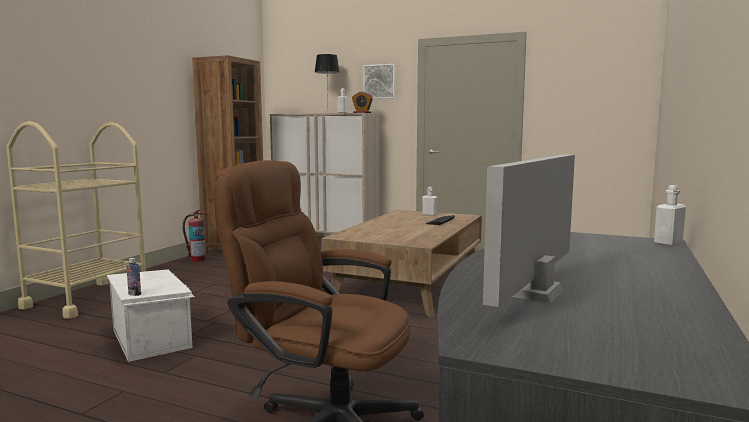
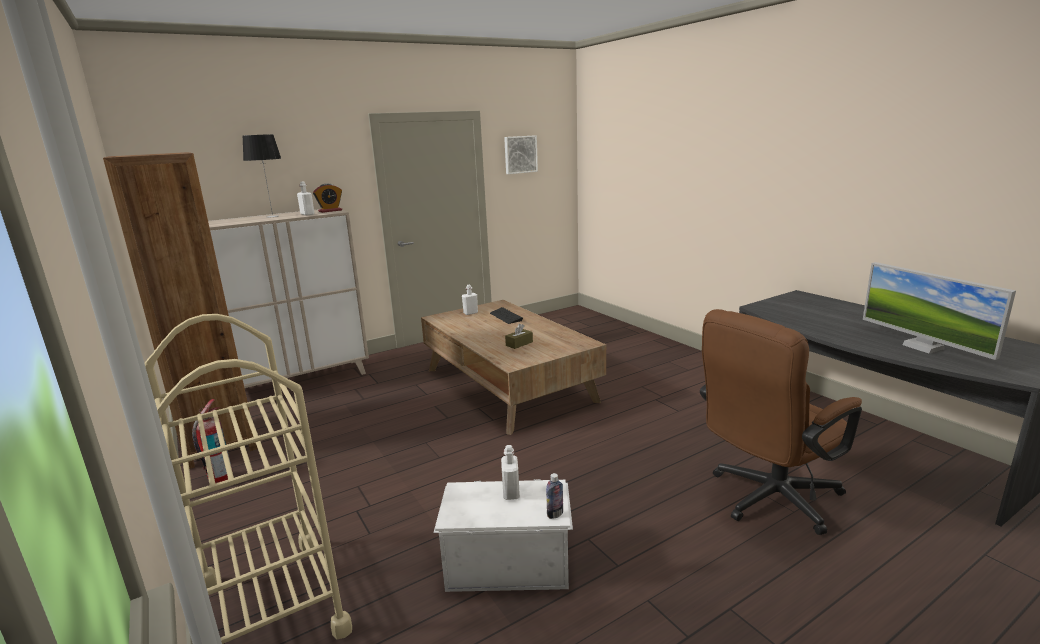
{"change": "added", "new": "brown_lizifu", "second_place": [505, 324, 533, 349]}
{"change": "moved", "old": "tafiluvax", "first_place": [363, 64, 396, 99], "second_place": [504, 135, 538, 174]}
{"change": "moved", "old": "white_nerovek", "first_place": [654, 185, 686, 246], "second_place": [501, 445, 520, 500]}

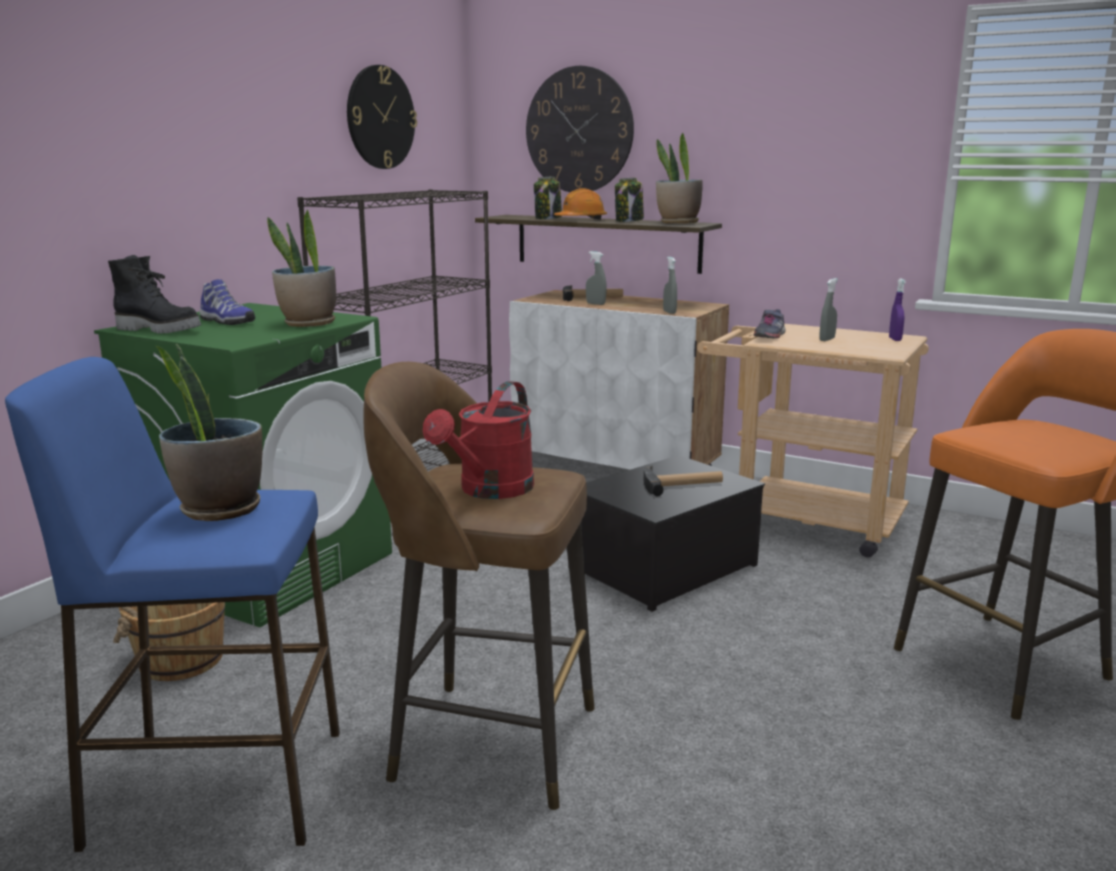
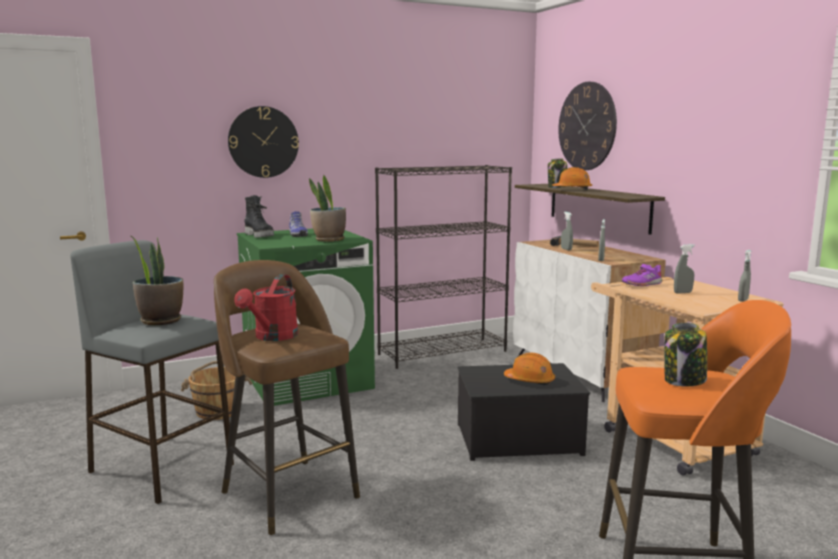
{"change": "removed", "old": "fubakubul", "first_place": [656, 132, 703, 224]}
{"change": "moved", "old": "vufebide", "first_place": [347, 65, 417, 169], "second_place": [228, 106, 299, 178]}
{"change": "moved", "old": "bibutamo", "first_place": [615, 178, 644, 222], "second_place": [664, 323, 707, 387]}
{"change": "replaced", "old": "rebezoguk", "new": "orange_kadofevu", "first_place": [644, 465, 723, 496], "second_place": [504, 353, 555, 386]}
{"change": "recoloured", "old": "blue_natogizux", "new": "grey_natogizux", "first_place": [5, 357, 340, 852], "second_place": [70, 240, 234, 504]}
{"change": "recoloured", "old": "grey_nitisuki", "new": "purple_nitisuki", "first_place": [753, 309, 786, 338], "second_place": [622, 264, 662, 286]}
{"change": "recoloured", "old": "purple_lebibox", "new": "grey_lebibox", "first_place": [889, 279, 906, 341], "second_place": [738, 250, 751, 302]}
{"change": "turned", "old": "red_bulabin", "first_place": [423, 381, 534, 499], "second_place": [234, 274, 298, 341], "degrees": -45}

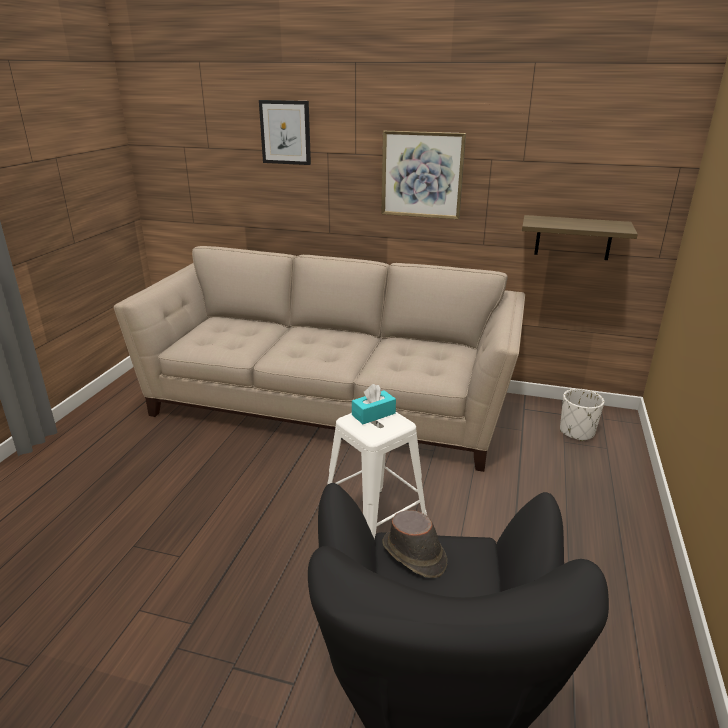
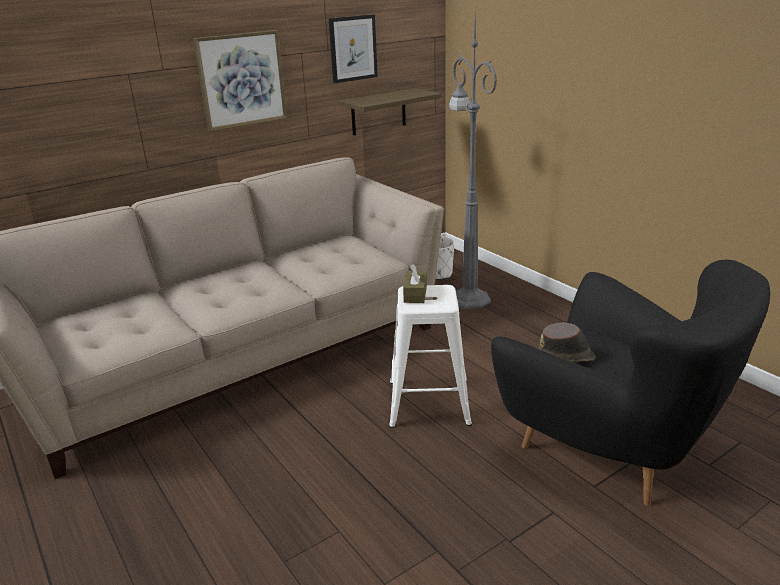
{"change": "added", "new": "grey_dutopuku", "second_place": [449, 16, 497, 309]}
{"change": "moved", "old": "tafiluvax", "first_place": [259, 100, 311, 165], "second_place": [329, 14, 378, 83]}
{"change": "recoloured", "old": "turquoise_lizifu", "new": "brown_lizifu", "first_place": [352, 384, 396, 424], "second_place": [403, 264, 427, 303]}

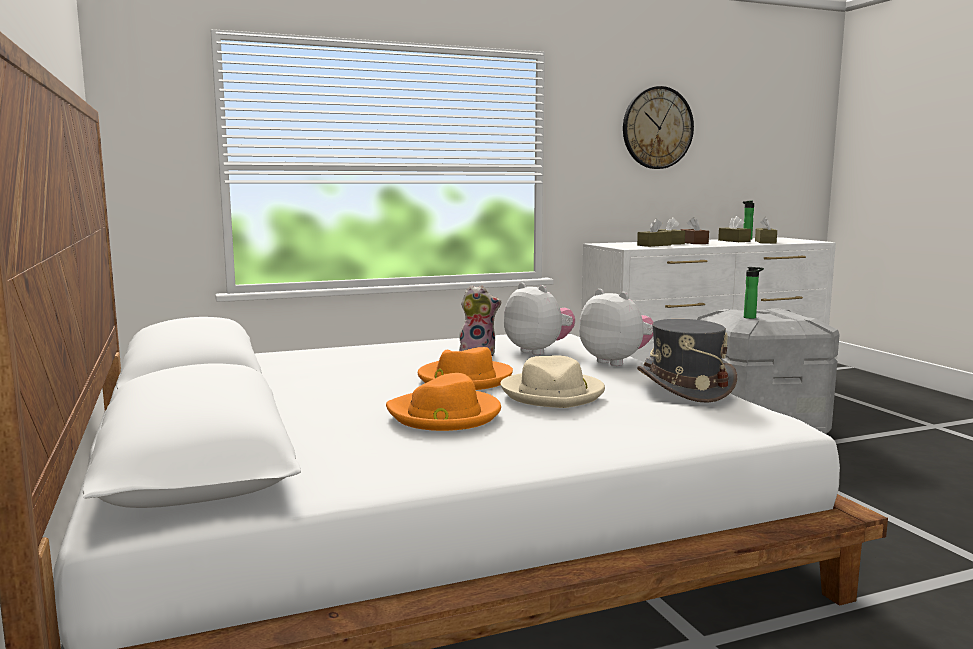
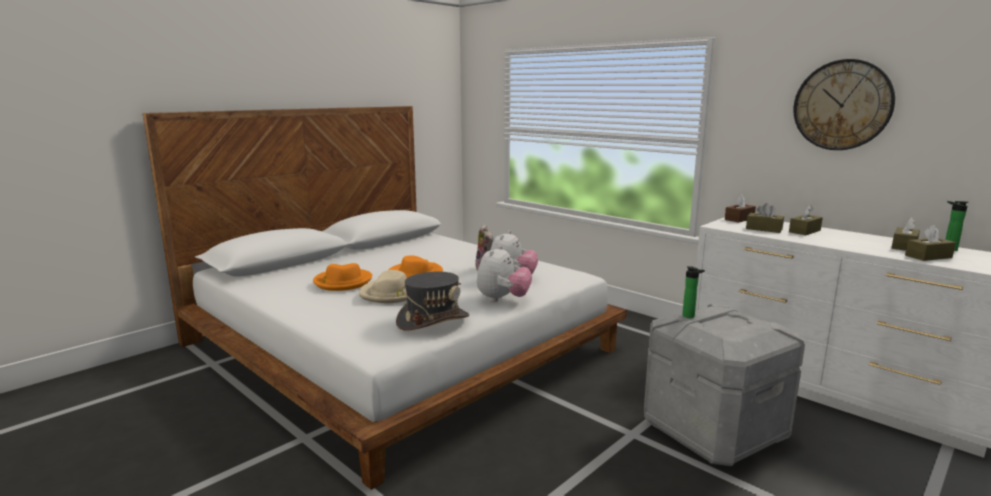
{"change": "moved", "old": "brown_lizifu", "first_place": [680, 217, 709, 244], "second_place": [725, 194, 756, 223]}

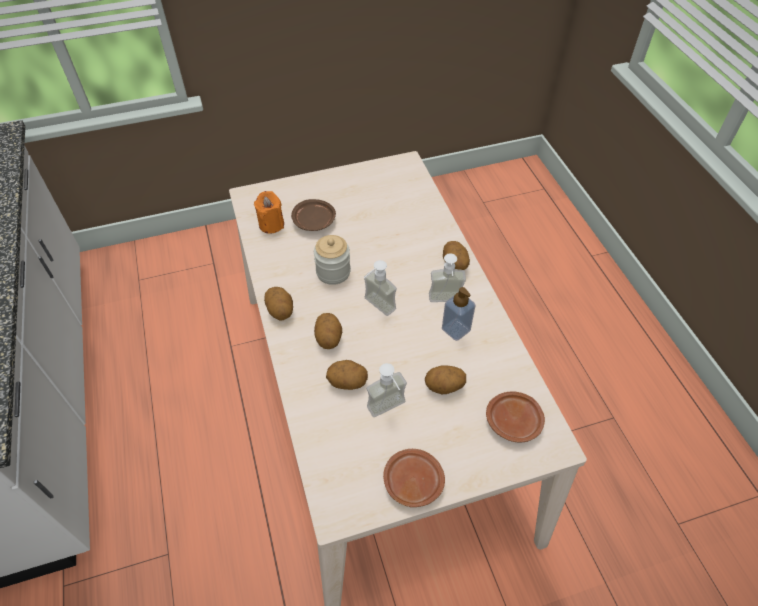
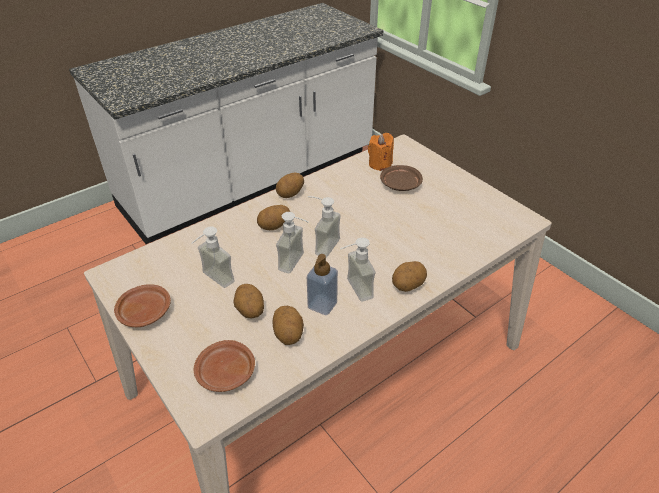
{"change": "removed", "old": "bibutamo", "first_place": [314, 235, 351, 285]}
{"change": "added", "new": "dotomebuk", "second_place": [276, 212, 309, 273]}
{"change": "moved", "old": "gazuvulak", "first_place": [326, 360, 368, 390], "second_place": [273, 306, 304, 345]}

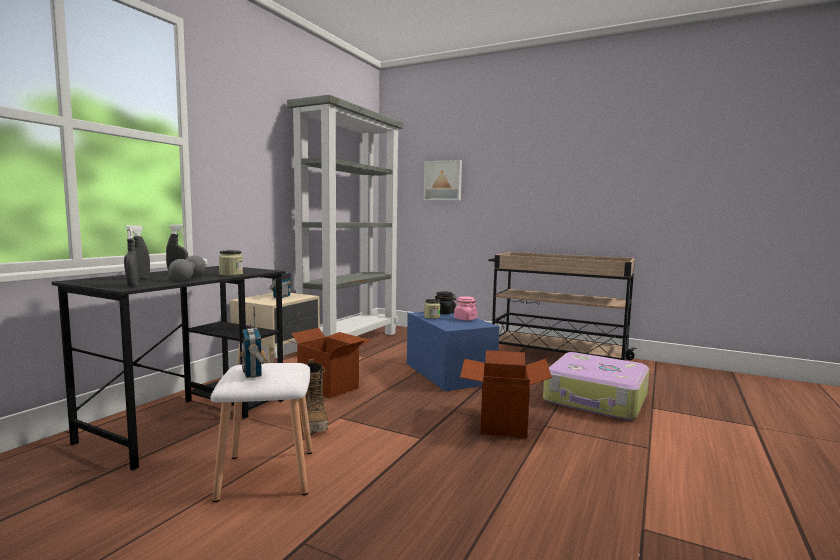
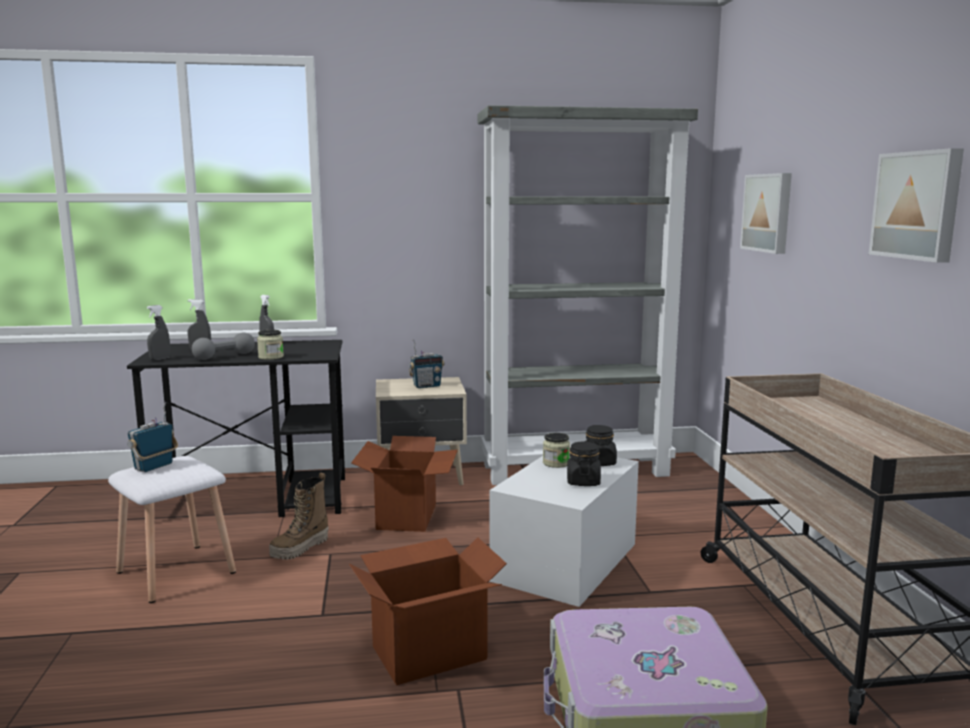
{"change": "added", "new": "tafiluvax", "second_place": [869, 148, 964, 263]}
{"change": "recoloured", "old": "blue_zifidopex", "new": "white_zifidopex", "first_place": [407, 312, 499, 391], "second_place": [489, 456, 639, 607]}
{"change": "recoloured", "old": "pink_bibutamo", "new": "black_bibutamo", "first_place": [454, 296, 477, 321], "second_place": [567, 442, 601, 486]}

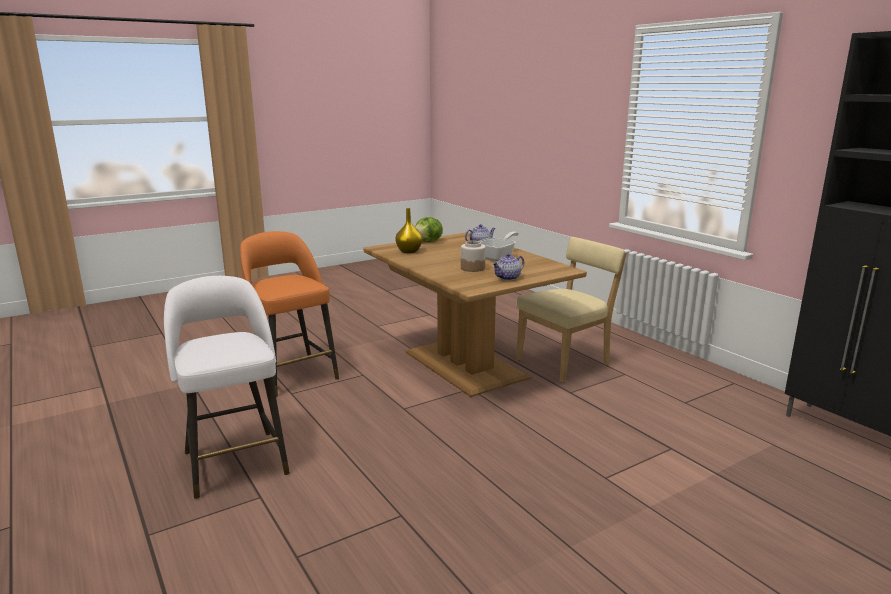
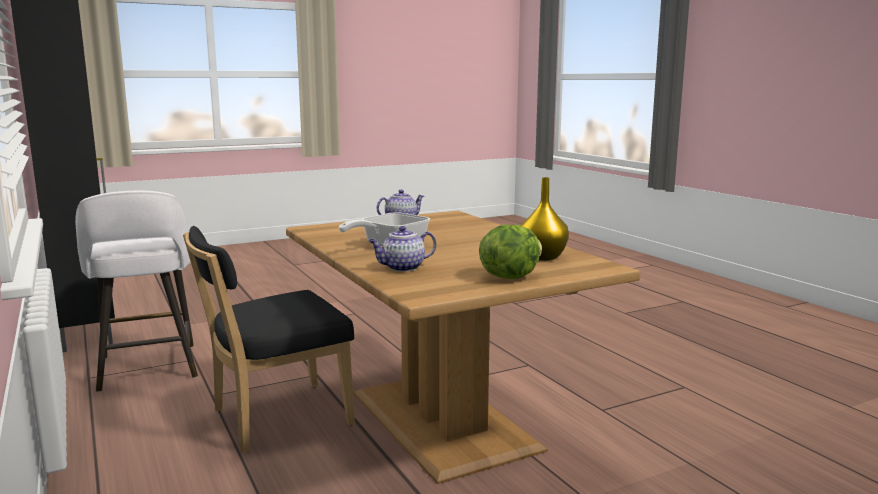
{"change": "removed", "old": "orange_natogizux", "first_place": [240, 231, 339, 397]}
{"change": "removed", "old": "bibutamo", "first_place": [461, 241, 486, 272]}
{"change": "moved", "old": "white_natogizux", "first_place": [164, 276, 290, 499], "second_place": [75, 191, 198, 392]}
{"change": "recoloured", "old": "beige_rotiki", "new": "black_rotiki", "first_place": [516, 237, 627, 383], "second_place": [183, 226, 355, 453]}

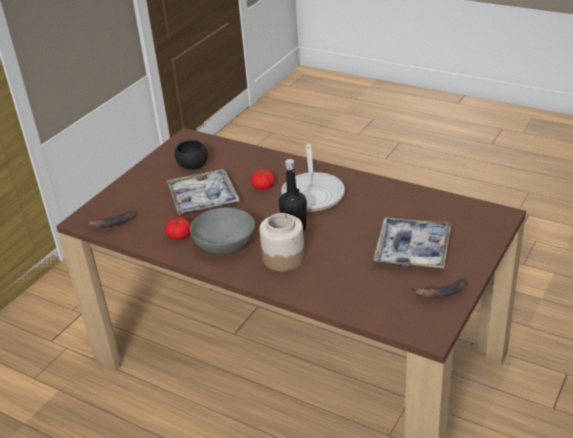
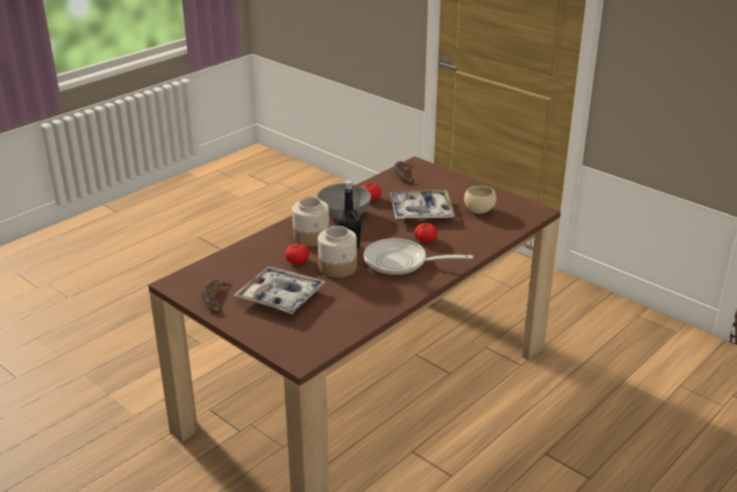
{"change": "added", "new": "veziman", "second_place": [285, 244, 309, 264]}
{"change": "added", "new": "bibutamo", "second_place": [318, 226, 357, 278]}
{"change": "recoloured", "old": "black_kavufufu", "new": "beige_kavufufu", "first_place": [175, 140, 208, 170], "second_place": [464, 186, 496, 214]}

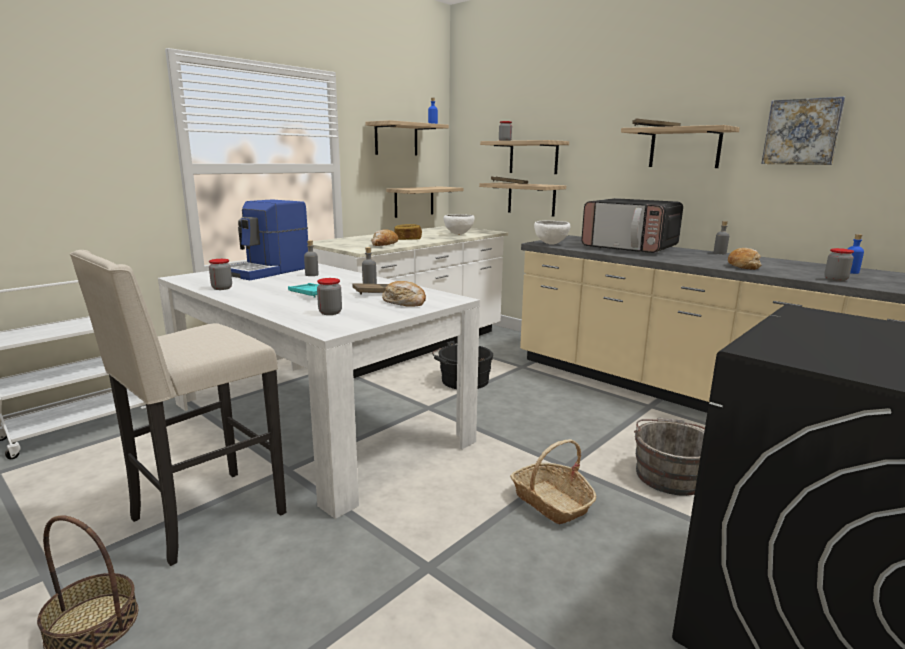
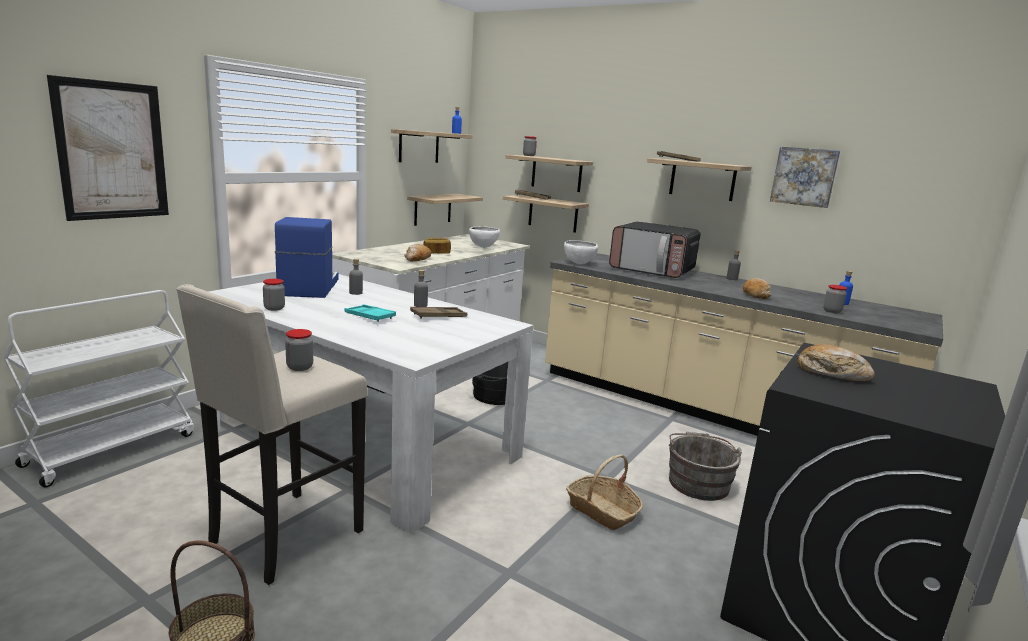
{"change": "added", "new": "tafiluvax", "second_place": [47, 75, 169, 221]}
{"change": "moved", "old": "bibutamo", "first_place": [317, 278, 342, 315], "second_place": [285, 329, 313, 371]}
{"change": "moved", "old": "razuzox", "first_place": [382, 281, 426, 307], "second_place": [798, 344, 875, 381]}
{"change": "turned", "old": "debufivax", "first_place": [230, 199, 308, 280], "second_place": [275, 217, 338, 298], "degrees": 150}

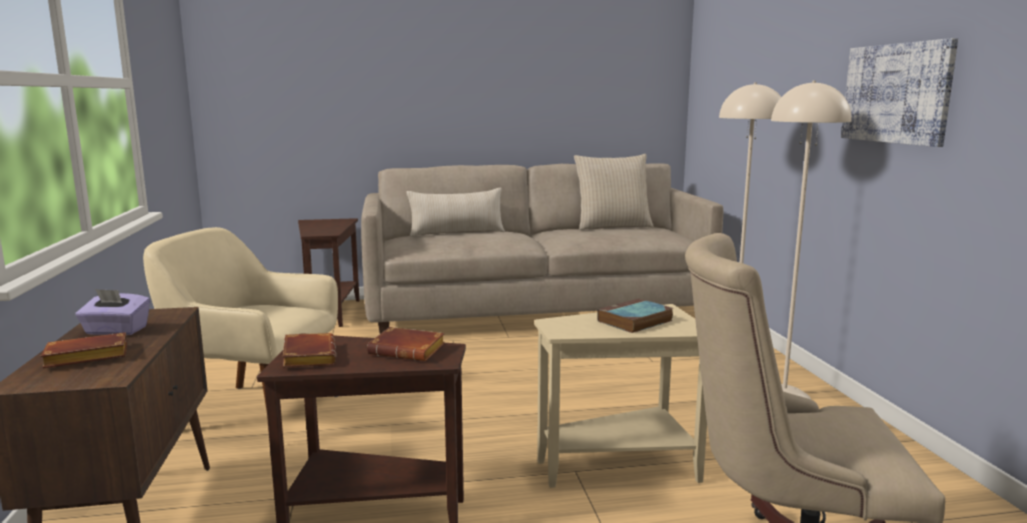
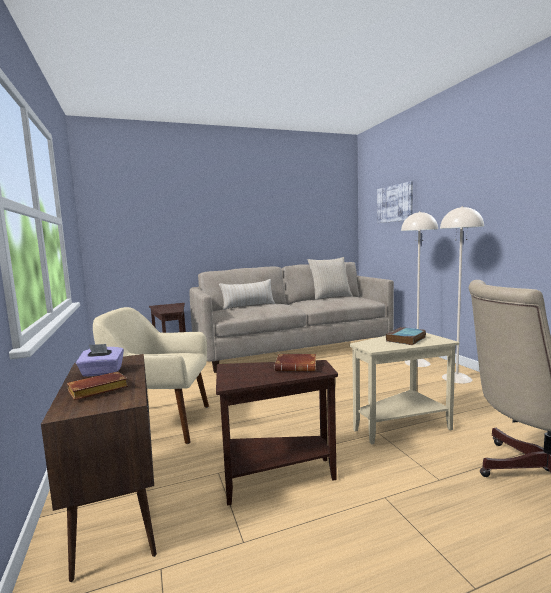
{"change": "removed", "old": "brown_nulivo", "first_place": [283, 333, 336, 368]}
{"change": "moved", "old": "tafiluvax", "first_place": [841, 38, 958, 147], "second_place": [377, 181, 413, 223]}

